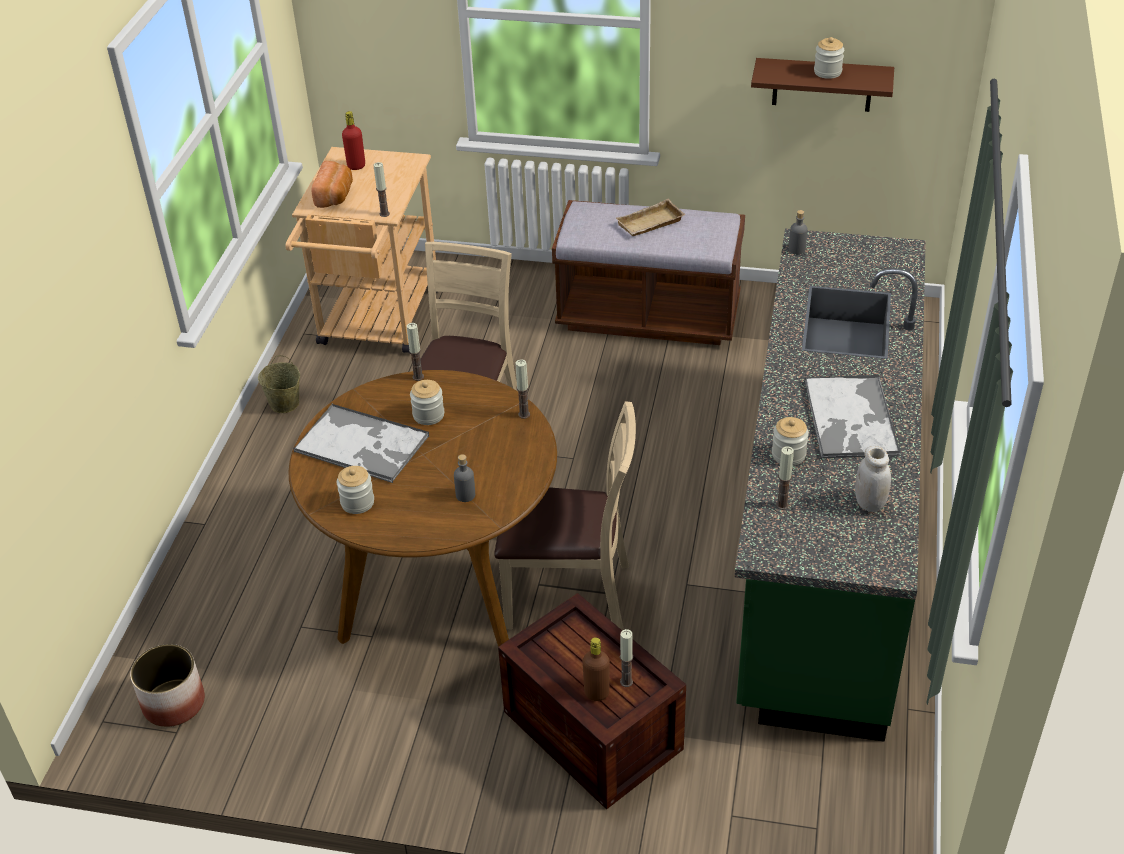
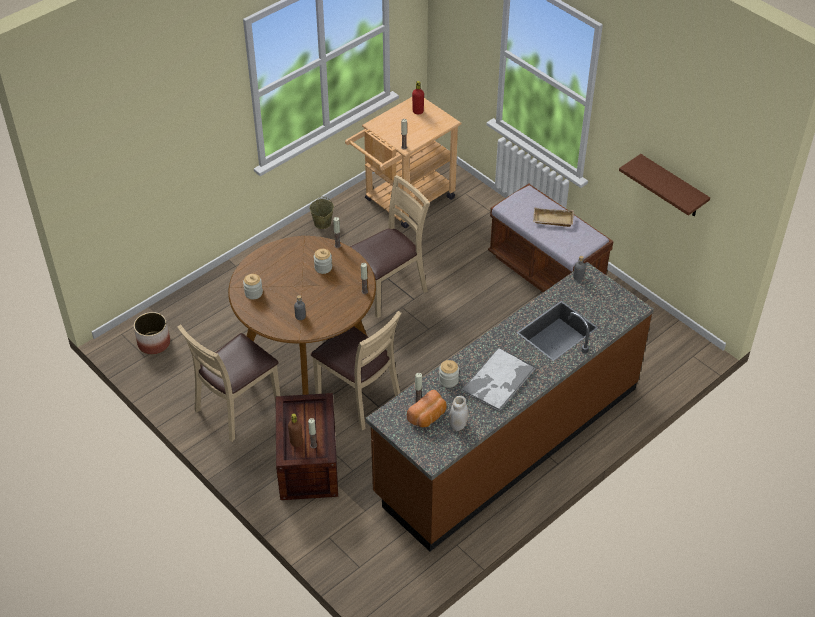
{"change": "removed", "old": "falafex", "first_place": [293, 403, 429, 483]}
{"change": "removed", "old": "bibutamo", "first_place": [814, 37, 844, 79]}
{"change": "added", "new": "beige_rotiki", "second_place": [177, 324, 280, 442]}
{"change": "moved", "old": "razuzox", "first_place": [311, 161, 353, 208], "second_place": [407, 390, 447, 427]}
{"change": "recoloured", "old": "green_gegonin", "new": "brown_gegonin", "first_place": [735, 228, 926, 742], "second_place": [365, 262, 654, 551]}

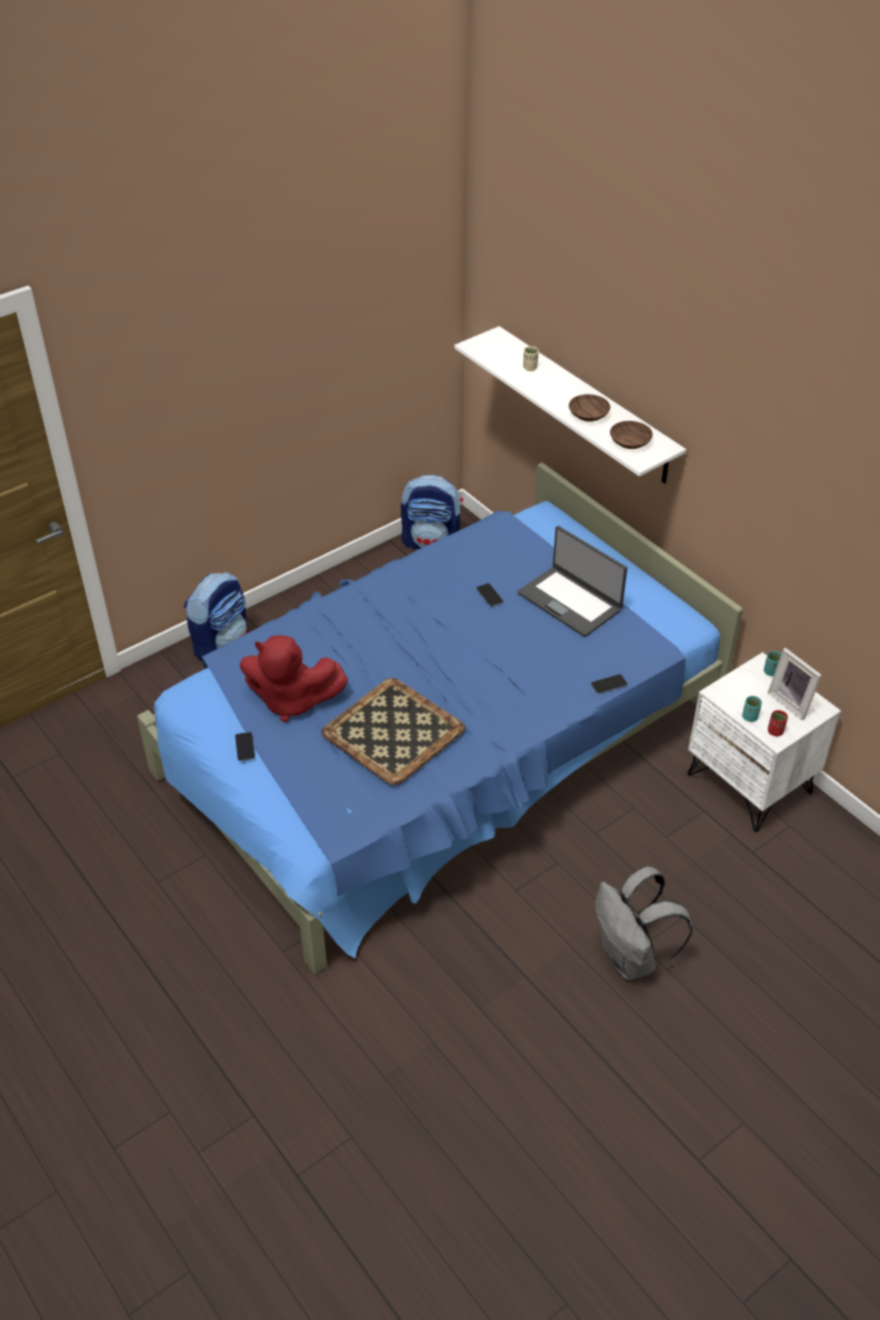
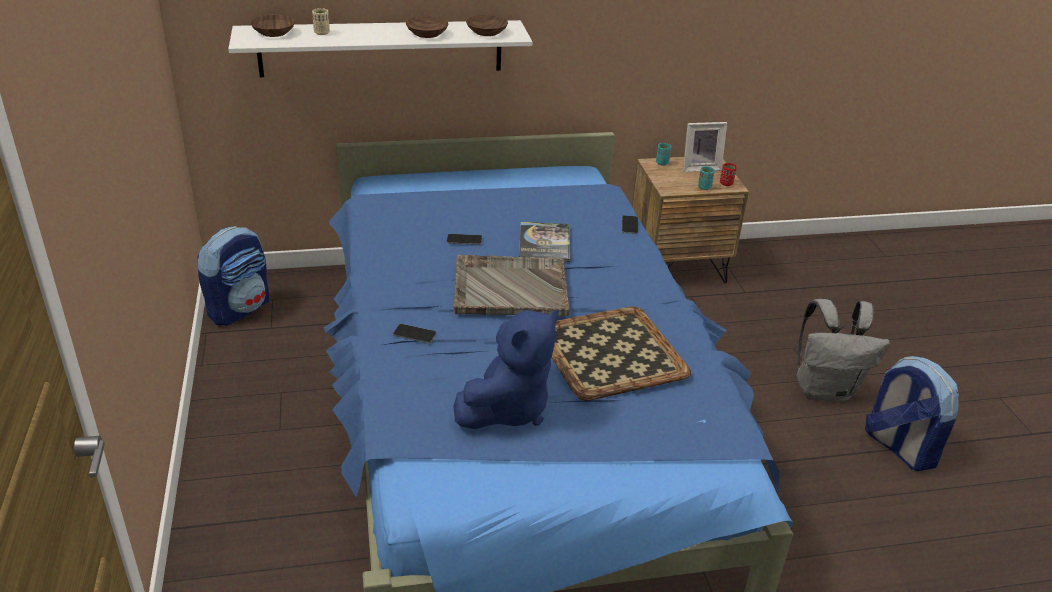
{"change": "removed", "old": "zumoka", "first_place": [518, 526, 627, 637]}
{"change": "added", "new": "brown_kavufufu", "second_place": [250, 15, 295, 37]}
{"change": "added", "new": "grey_falafex", "second_place": [453, 254, 570, 316]}
{"change": "added", "new": "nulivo", "second_place": [519, 222, 570, 262]}
{"change": "moved", "old": "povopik", "first_place": [184, 572, 248, 661], "second_place": [865, 356, 959, 471]}
{"change": "moved", "old": "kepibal", "first_place": [235, 732, 255, 761], "second_place": [393, 324, 436, 343]}
{"change": "recoloured", "old": "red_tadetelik", "new": "blue_tadetelik", "first_place": [239, 635, 348, 722], "second_place": [453, 310, 559, 429]}
{"change": "recoloured", "old": "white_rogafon", "new": "brown_rogafon", "first_place": [687, 652, 841, 832], "second_place": [632, 157, 749, 283]}

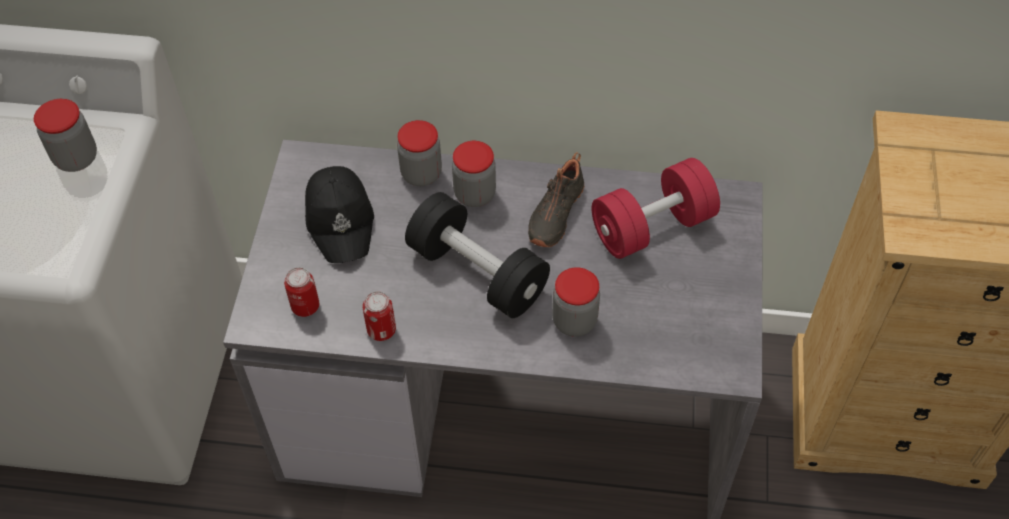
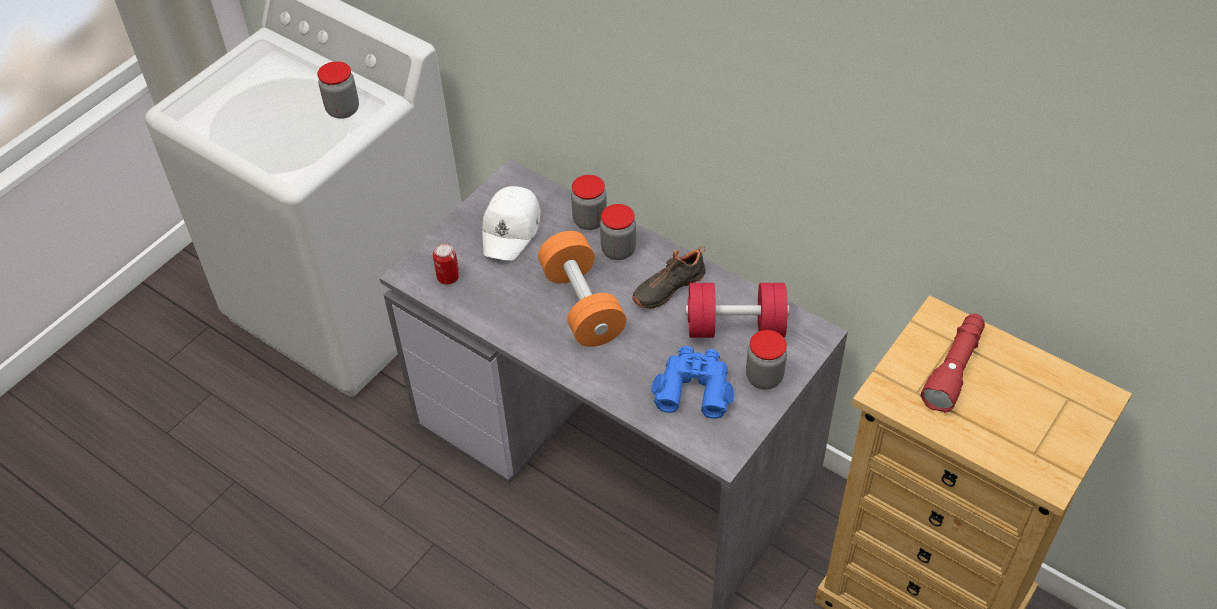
{"change": "removed", "old": "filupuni", "first_place": [363, 291, 396, 341]}
{"change": "added", "new": "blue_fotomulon", "second_place": [651, 346, 734, 419]}
{"change": "added", "new": "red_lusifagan", "second_place": [920, 314, 985, 413]}
{"change": "moved", "old": "bibutamo", "first_place": [552, 267, 600, 337], "second_place": [746, 330, 787, 389]}
{"change": "recoloured", "old": "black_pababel", "new": "white_pababel", "first_place": [305, 166, 374, 263], "second_place": [482, 186, 541, 260]}
{"change": "recoloured", "old": "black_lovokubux", "new": "orange_lovokubux", "first_place": [405, 192, 550, 318], "second_place": [538, 231, 626, 347]}

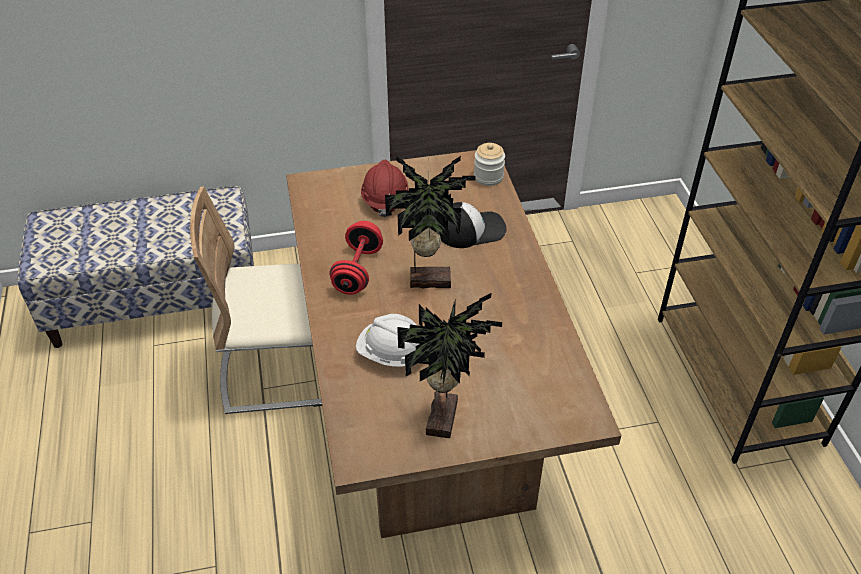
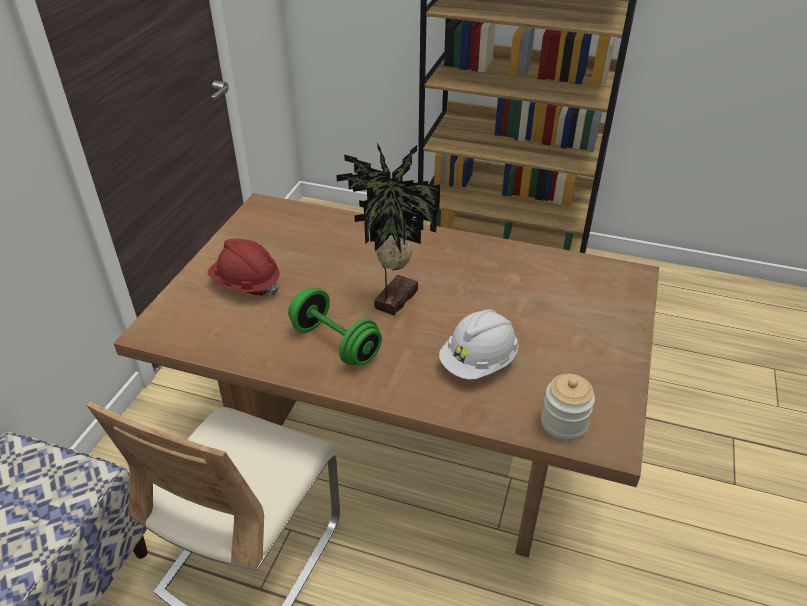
{"change": "removed", "old": "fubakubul", "first_place": [397, 293, 502, 438]}
{"change": "removed", "old": "pababel", "first_place": [440, 202, 507, 248]}
{"change": "moved", "old": "bibutamo", "first_place": [474, 143, 505, 186], "second_place": [541, 374, 595, 441]}
{"change": "recoloured", "old": "red_lovokubux", "new": "green_lovokubux", "first_place": [330, 221, 383, 295], "second_place": [288, 288, 382, 365]}

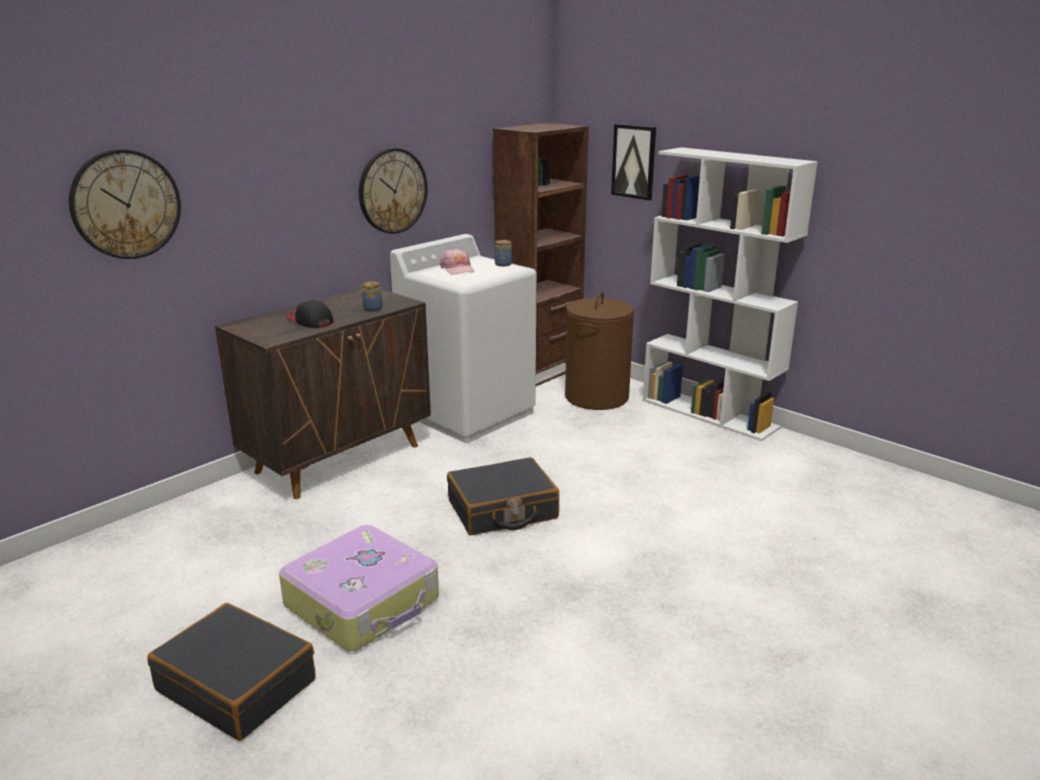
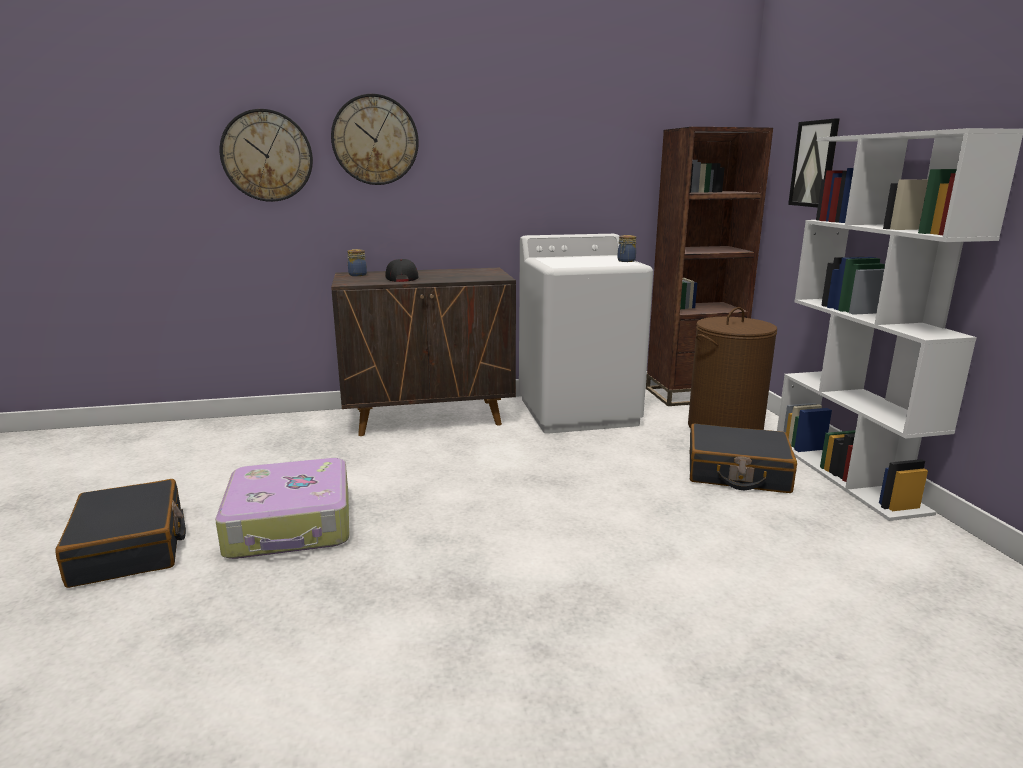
{"change": "removed", "old": "pink_pababel", "first_place": [440, 248, 475, 275]}
{"change": "moved", "old": "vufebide", "first_place": [359, 148, 428, 234], "second_place": [331, 94, 419, 185]}
{"change": "moved", "old": "bibutamo", "first_place": [360, 281, 383, 312], "second_place": [347, 249, 367, 276]}
{"change": "moved", "old": "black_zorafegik", "first_place": [447, 457, 559, 535], "second_place": [690, 423, 797, 493]}

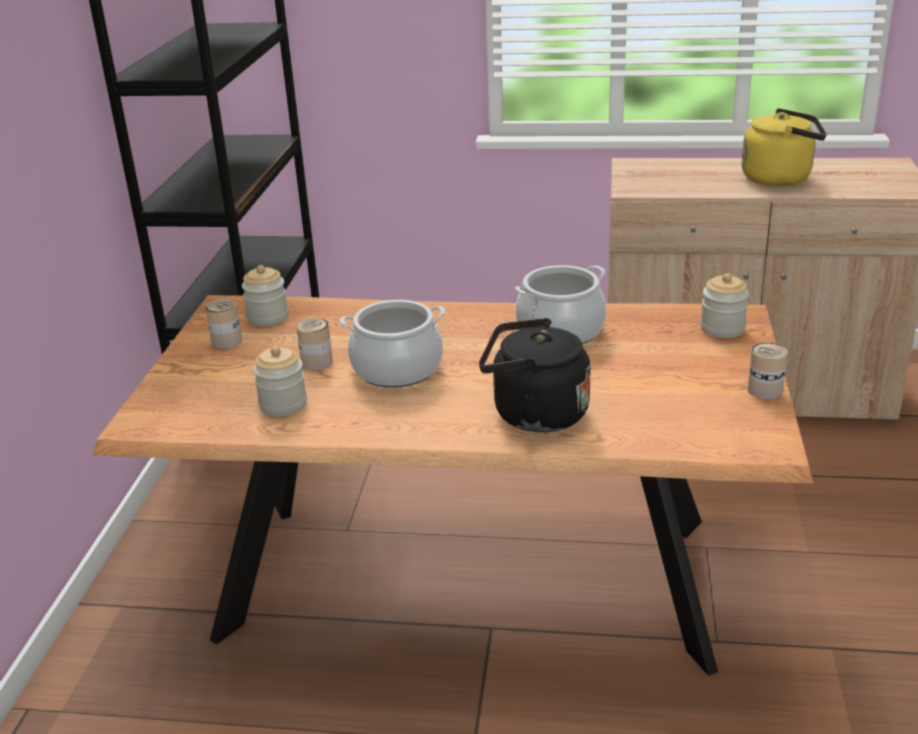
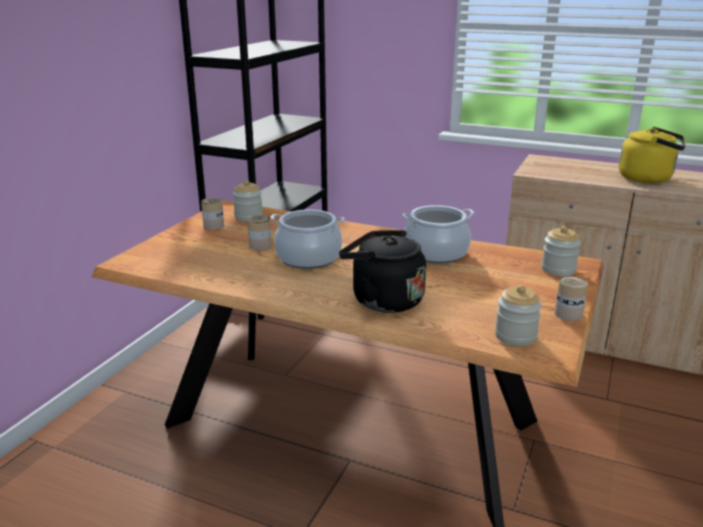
{"change": "moved", "old": "bibutamo", "first_place": [253, 346, 307, 416], "second_place": [495, 285, 542, 346]}

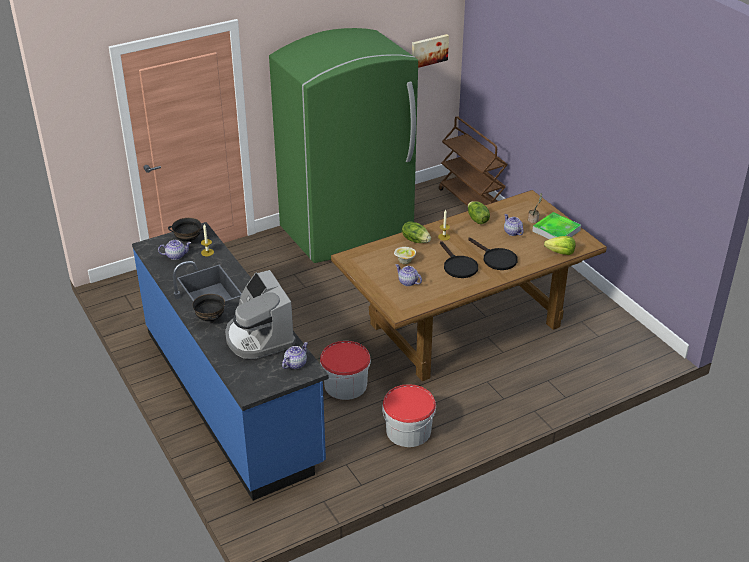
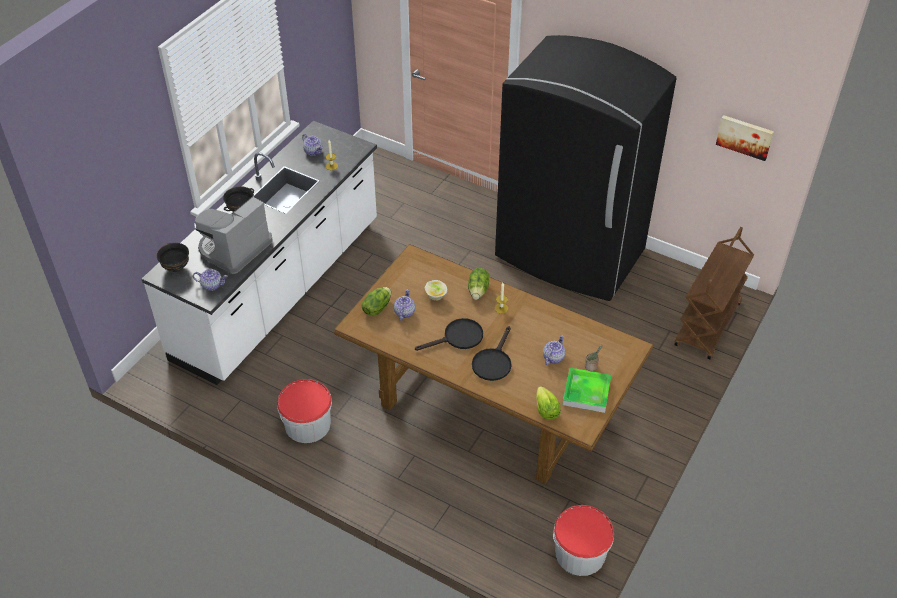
{"change": "moved", "old": "black_kavufufu", "first_place": [168, 218, 204, 244], "second_place": [156, 243, 189, 272]}
{"change": "moved", "old": "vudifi", "first_place": [320, 341, 371, 400], "second_place": [553, 505, 614, 576]}
{"change": "moved", "old": "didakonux", "first_place": [468, 201, 490, 224], "second_place": [362, 287, 391, 316]}
{"change": "recoloured", "old": "blue_gegonin", "new": "white_gegonin", "first_place": [132, 222, 329, 501], "second_place": [142, 121, 377, 385]}
{"change": "recoloured", "old": "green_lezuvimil", "new": "black_lezuvimil", "first_place": [269, 28, 418, 263], "second_place": [495, 35, 677, 301]}
{"change": "turned", "old": "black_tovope", "first_place": [440, 241, 478, 278], "second_place": [415, 318, 483, 351], "degrees": -150}

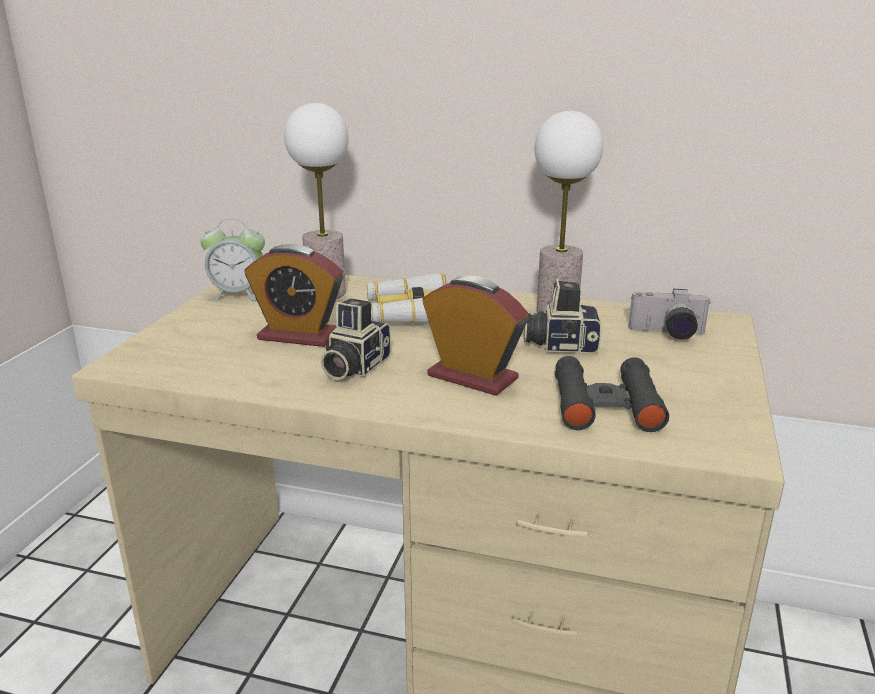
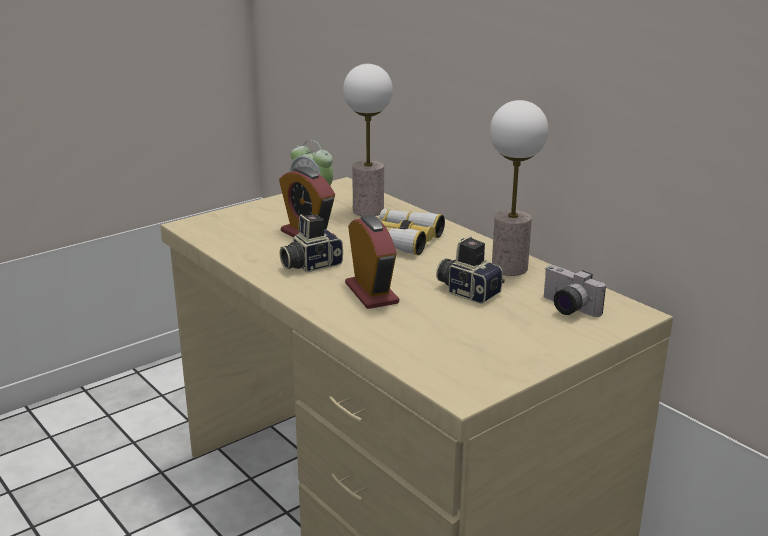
{"change": "removed", "old": "black_fotomulon", "first_place": [555, 356, 669, 432]}

